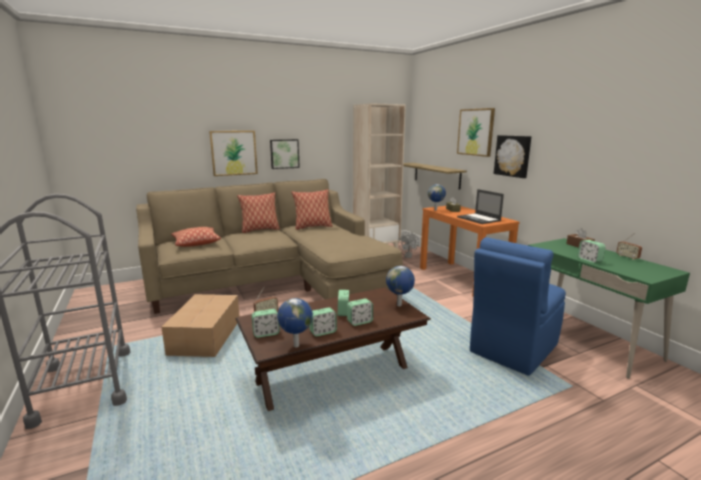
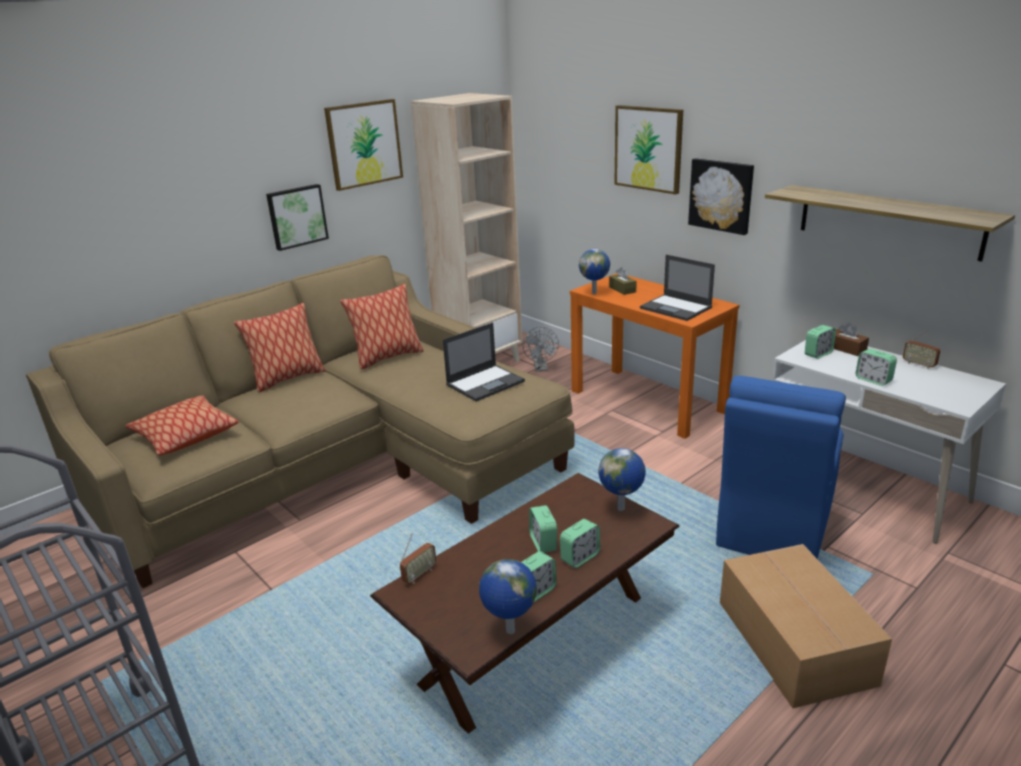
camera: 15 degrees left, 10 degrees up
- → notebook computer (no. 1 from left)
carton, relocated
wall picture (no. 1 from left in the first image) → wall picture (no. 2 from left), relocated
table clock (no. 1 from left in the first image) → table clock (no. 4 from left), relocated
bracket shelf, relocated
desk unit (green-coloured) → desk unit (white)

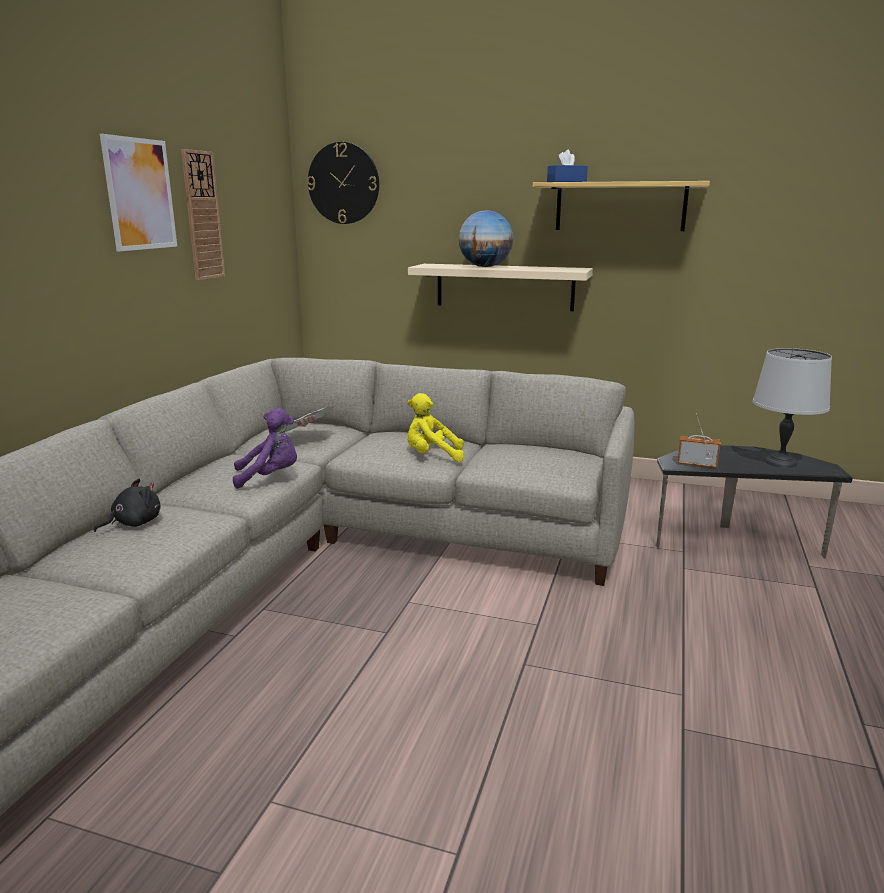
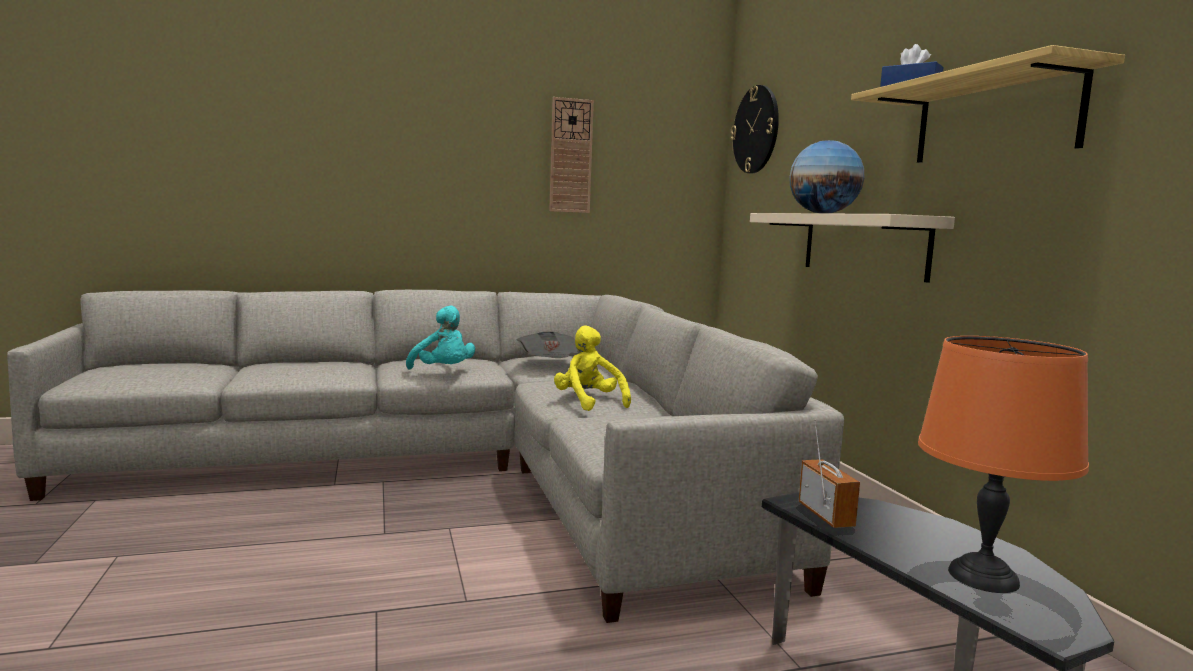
camera: 55 degrees right, 10 degrees down
soft toy (black-coloured) → -
wall picture → -
soft toy (purple) → soft toy (turquoise)
tabletop lamp (grey) → tabletop lamp (orange-coloured)

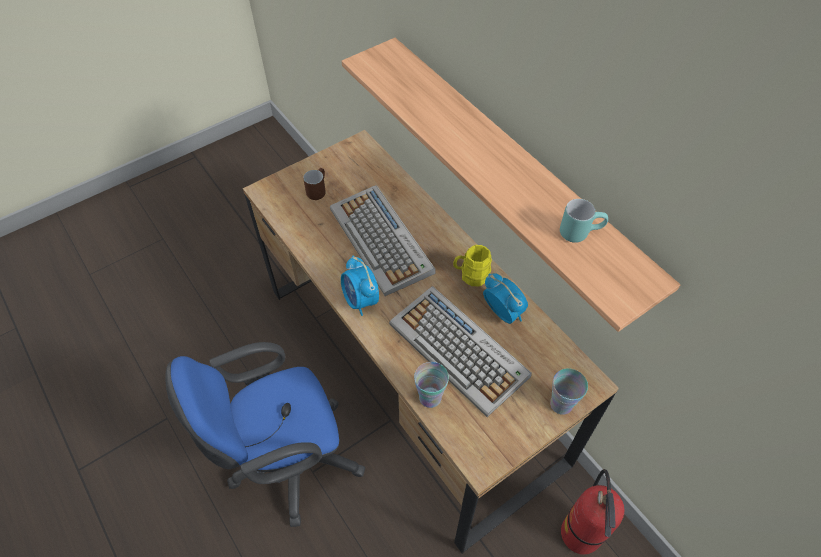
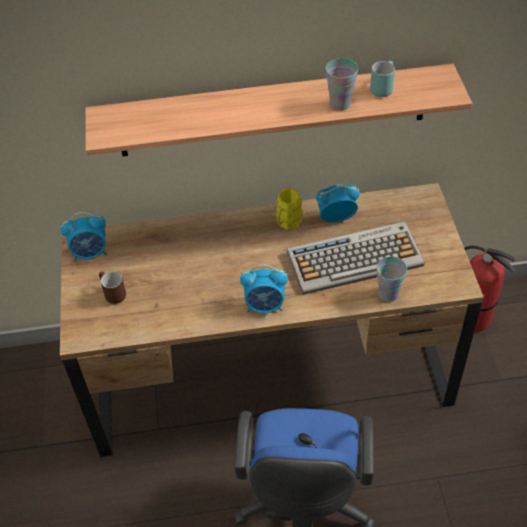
camera: 60 degrees left, 5 degrees down
computer keyboard (no. 1 from left) → -
- → table clock (no. 1 from left)
small cup (no. 2 from left in the first image) → small cup (no. 1 from left), relocated

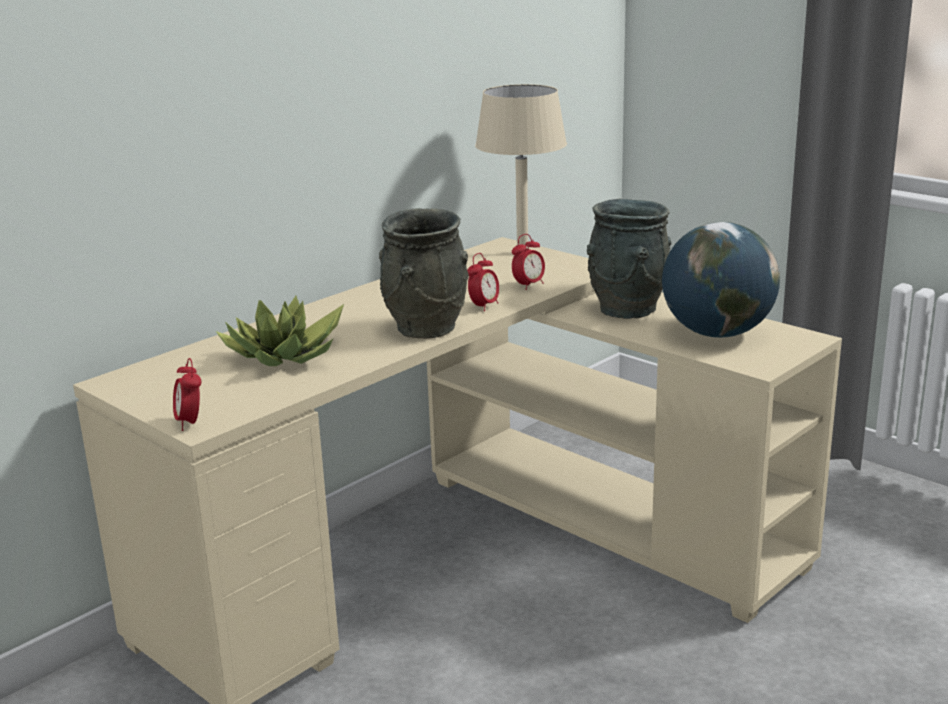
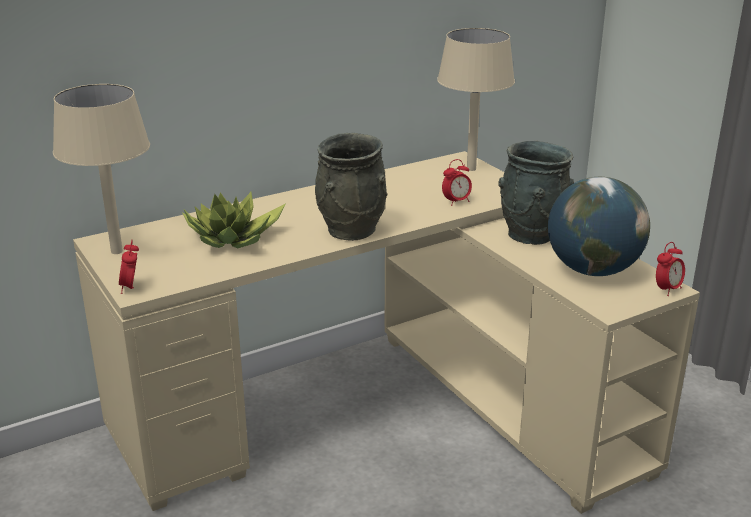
camera: 15 degrees right, 5 degrees up
- → tabletop lamp (sand-coloured) (no. 1 from left)
table clock (no. 2 from left in the first image) → table clock (no. 3 from left), relocated

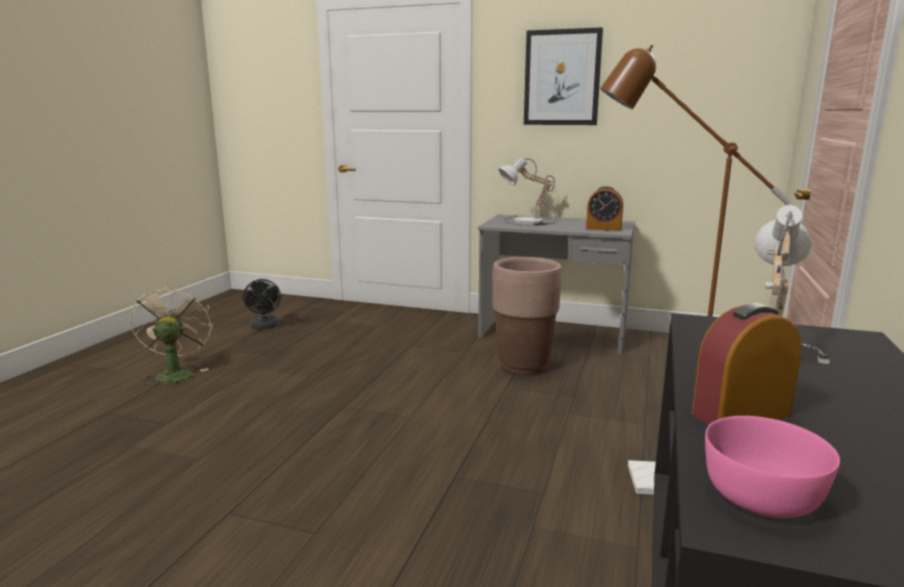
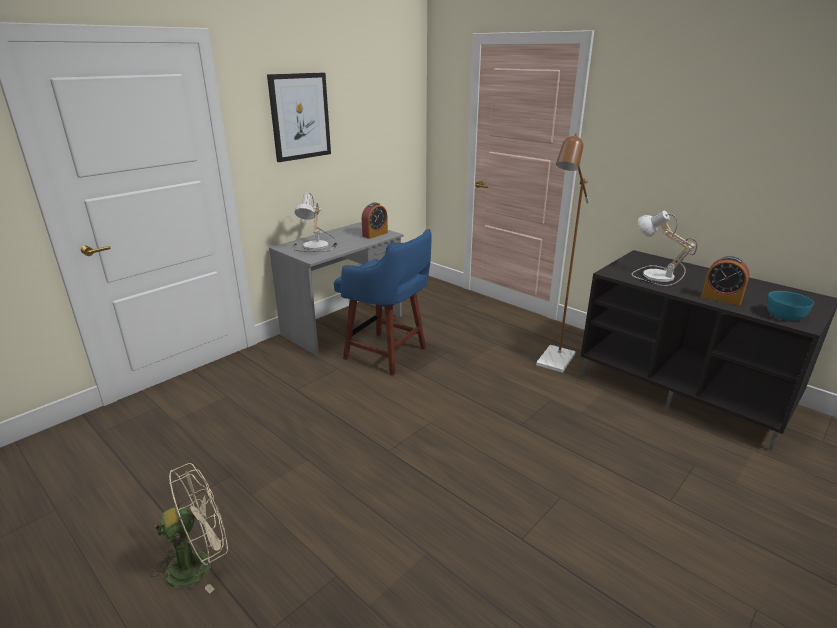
camera: 65 degrees left, 10 degrees up
electric fan (black-coloured) → -
planter (brownish) → stool (blue)
deep dish (pink-coloured) → deep dish (turquoise)
electric fan (sand-coloured), 135 degrees clockwise
table clock (no. 2 from left), 60 degrees counterclockwise

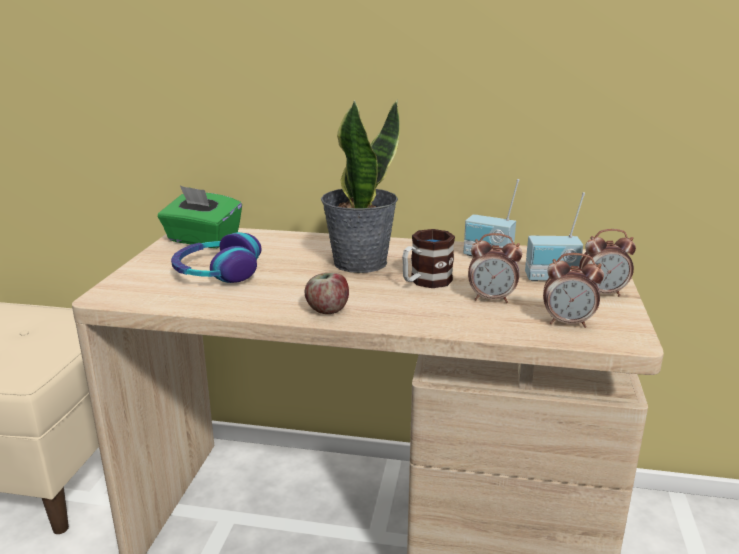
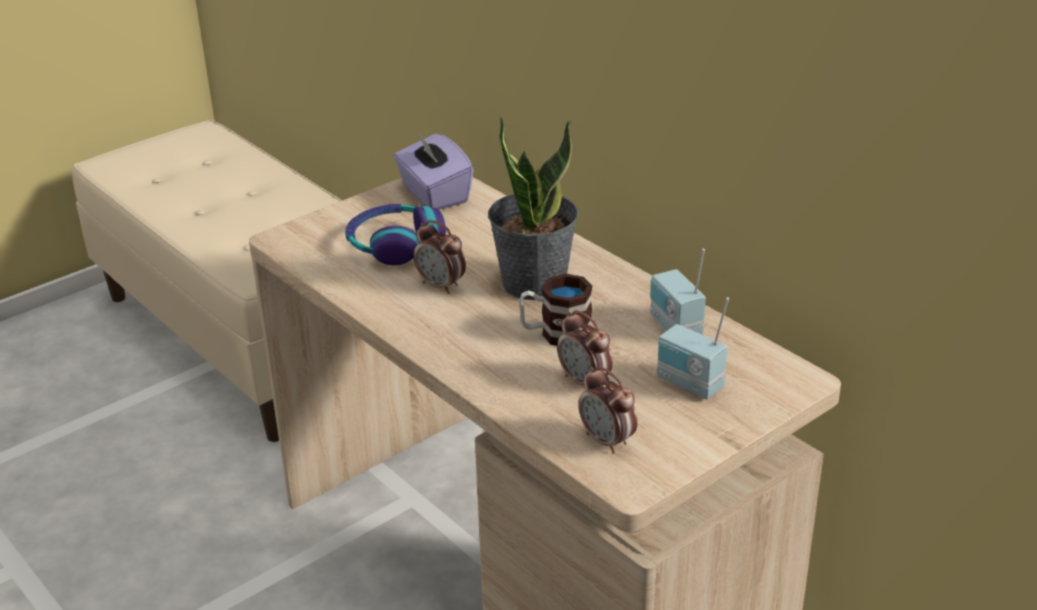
camera: 40 degrees right, 10 degrees up
apple → -
table clock (no. 3 from left in the first image) → table clock (no. 1 from left), relocated
tissue holder (green-coloured) → tissue holder (purple)

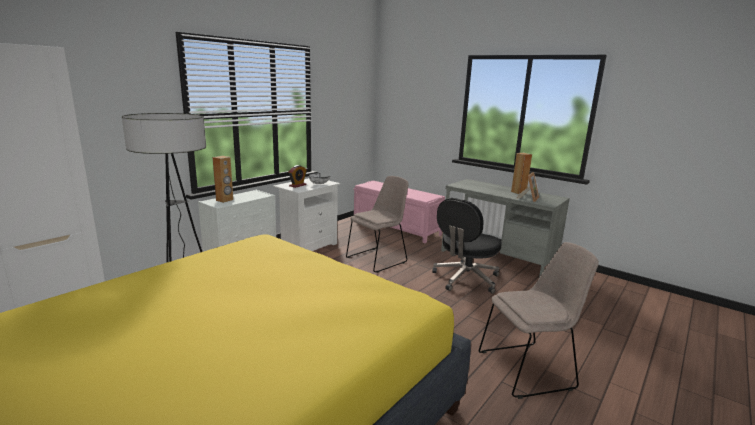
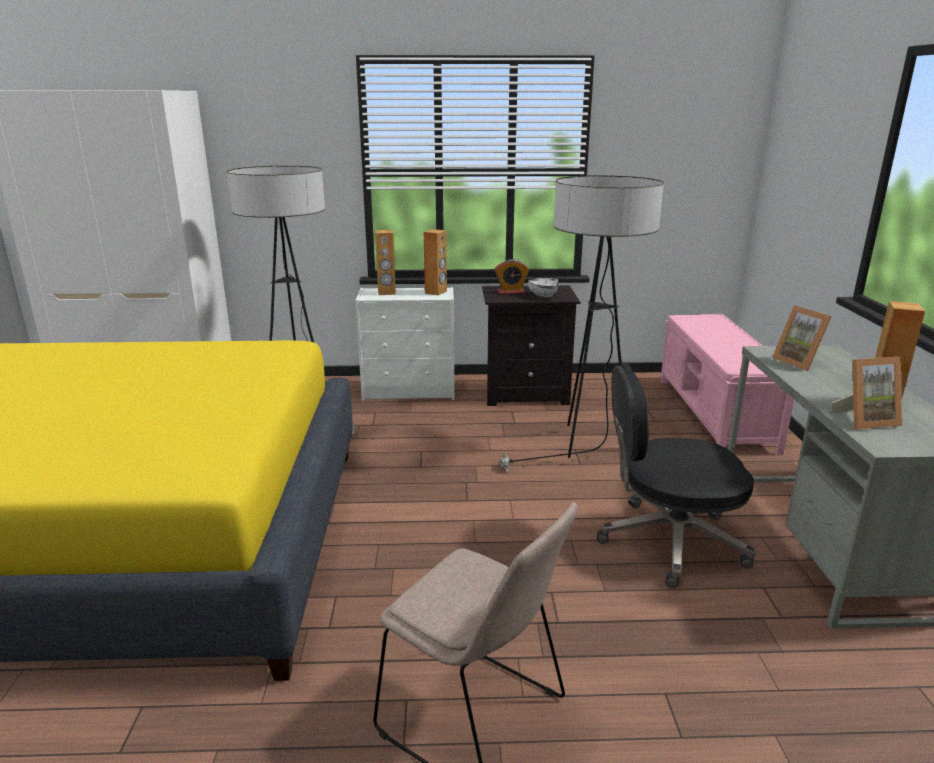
camera: 50 degrees right, 5 degrees up
- → speaker (brownish) (no. 2 from left)
- → standing frame (no. 1 from left)
upright chair (sand-coloured) (no. 1 from left) → standard lamp (no. 2 from left)
nightstand (white) → nightstand (black-coloured)

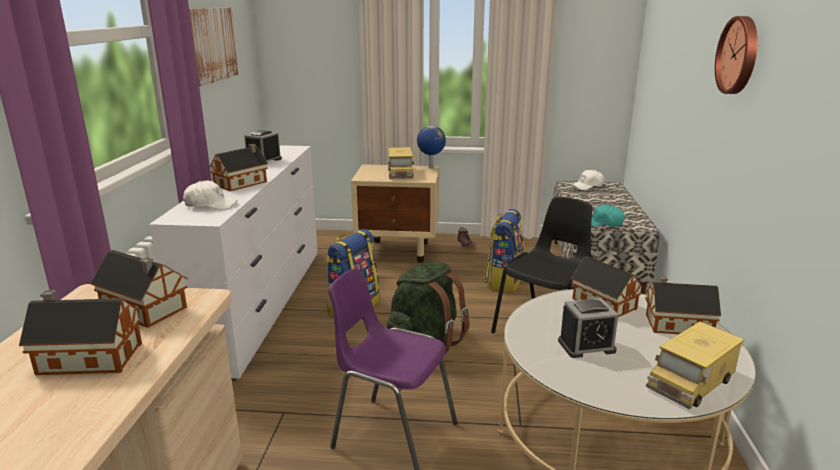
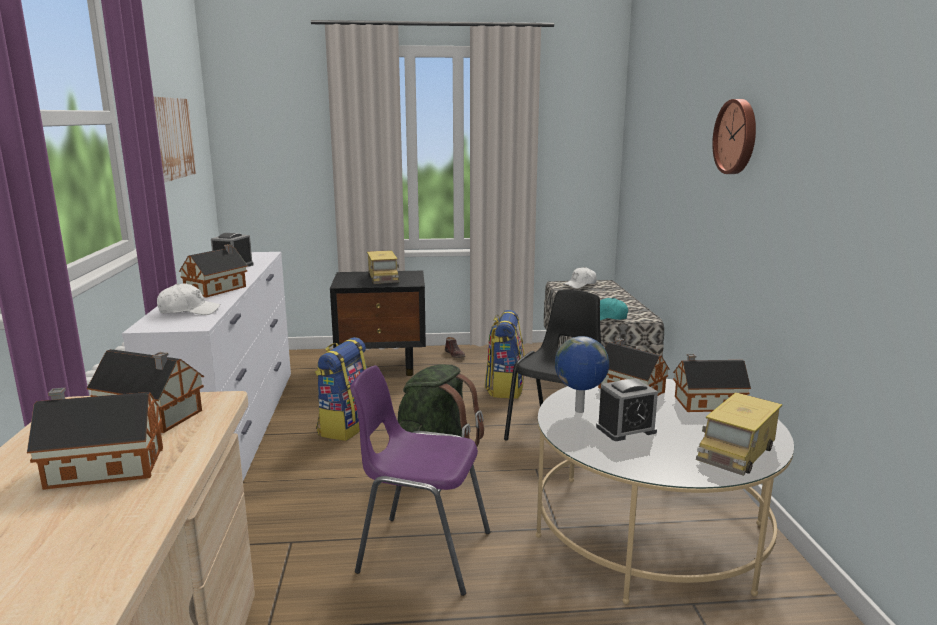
camera: 10 degrees left, 5 degrees down
globe, relocated
nightstand (sand-coloured) → nightstand (black-coloured)

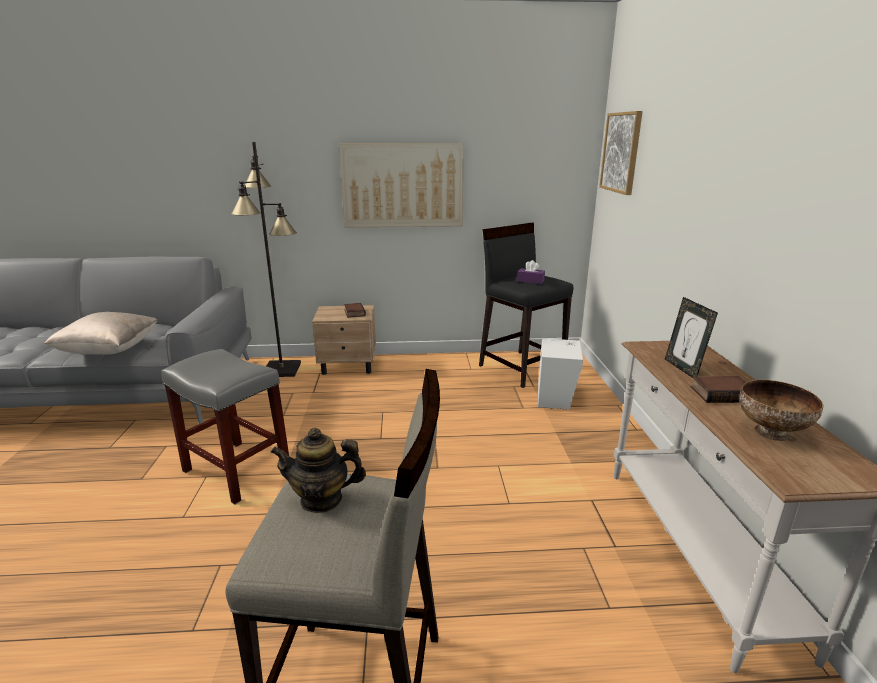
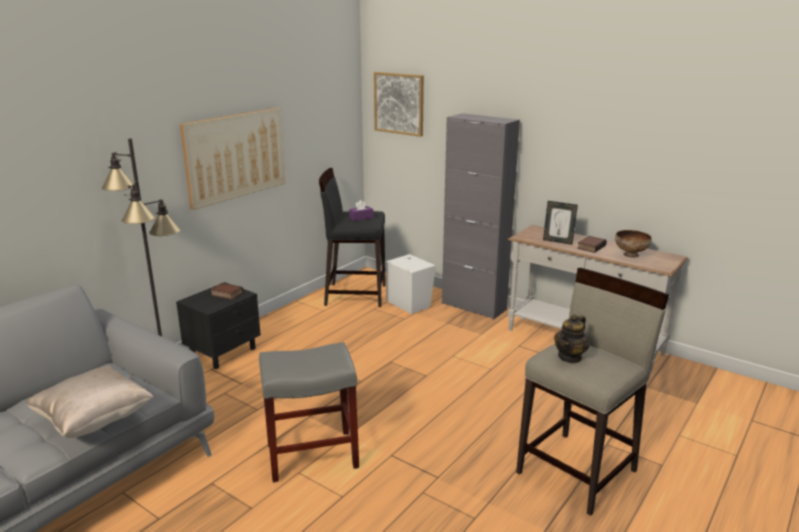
camera: 50 degrees left, 0 degrees up
- → cupboard (grey)
nightstand (sand-coloured) → nightstand (black-coloured)

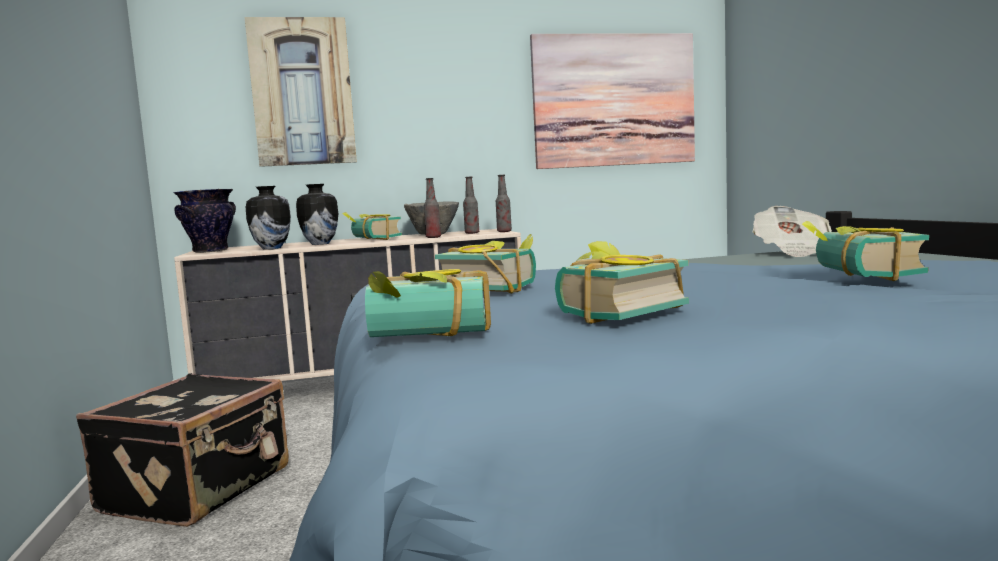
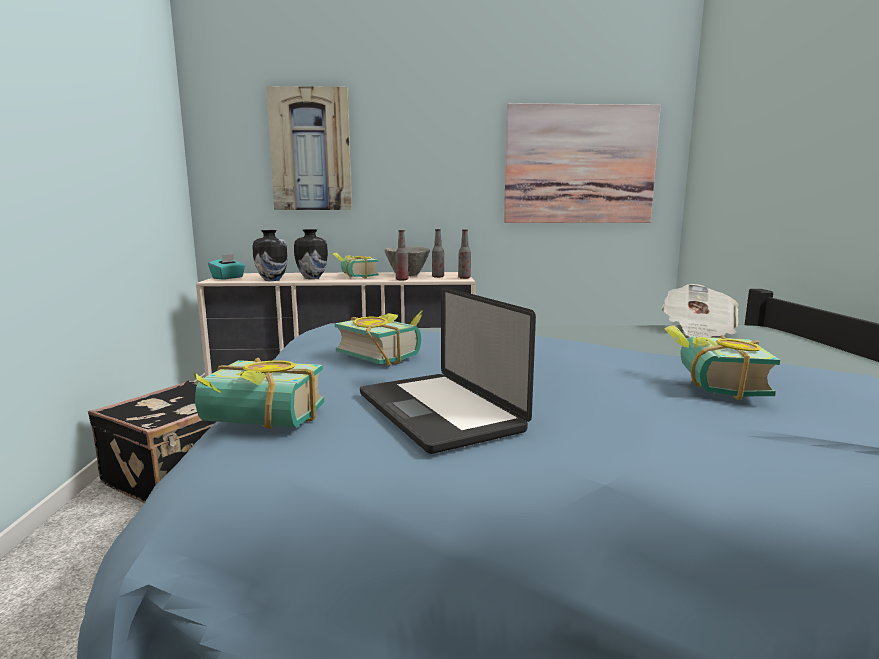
camera: 10 degrees right, 5 degrees up
vase (no. 1 from left) → tissue holder (turquoise)
book (no. 4 from left) → notebook computer

